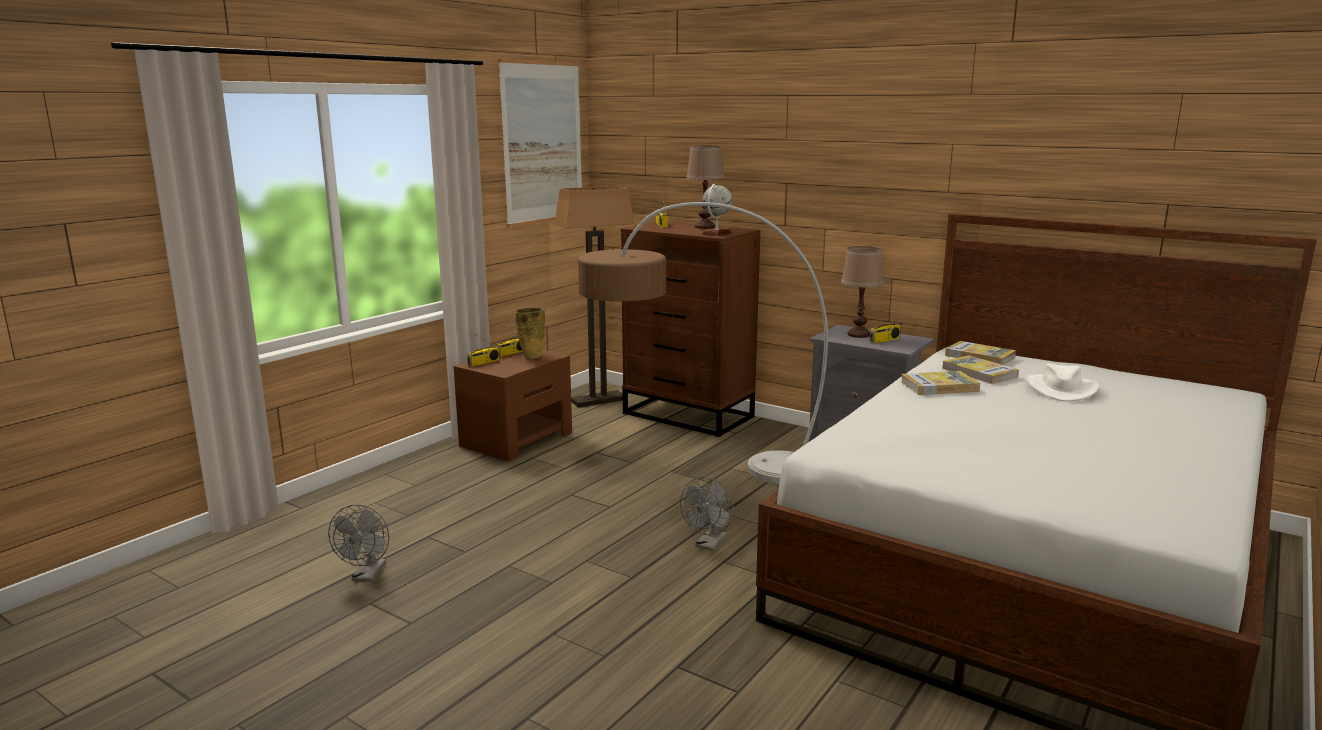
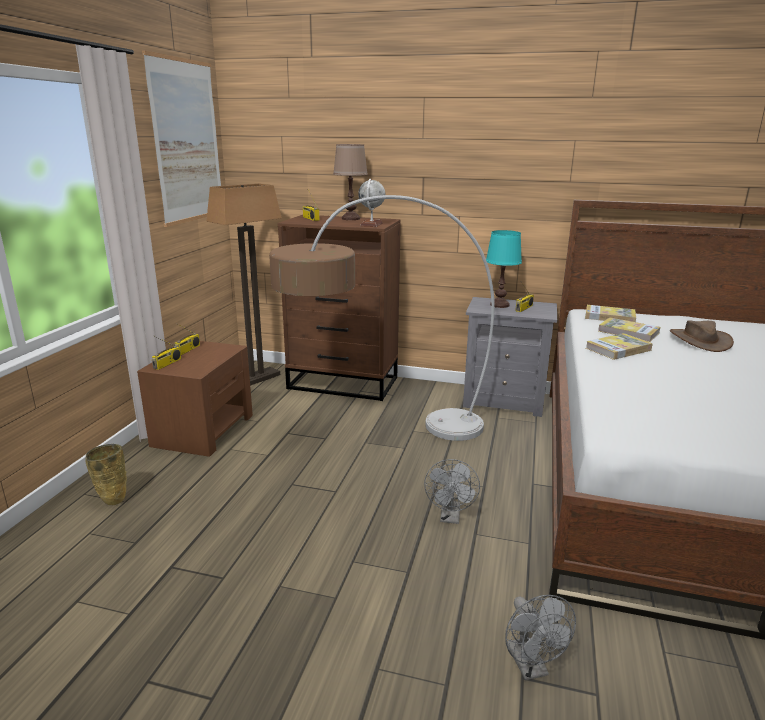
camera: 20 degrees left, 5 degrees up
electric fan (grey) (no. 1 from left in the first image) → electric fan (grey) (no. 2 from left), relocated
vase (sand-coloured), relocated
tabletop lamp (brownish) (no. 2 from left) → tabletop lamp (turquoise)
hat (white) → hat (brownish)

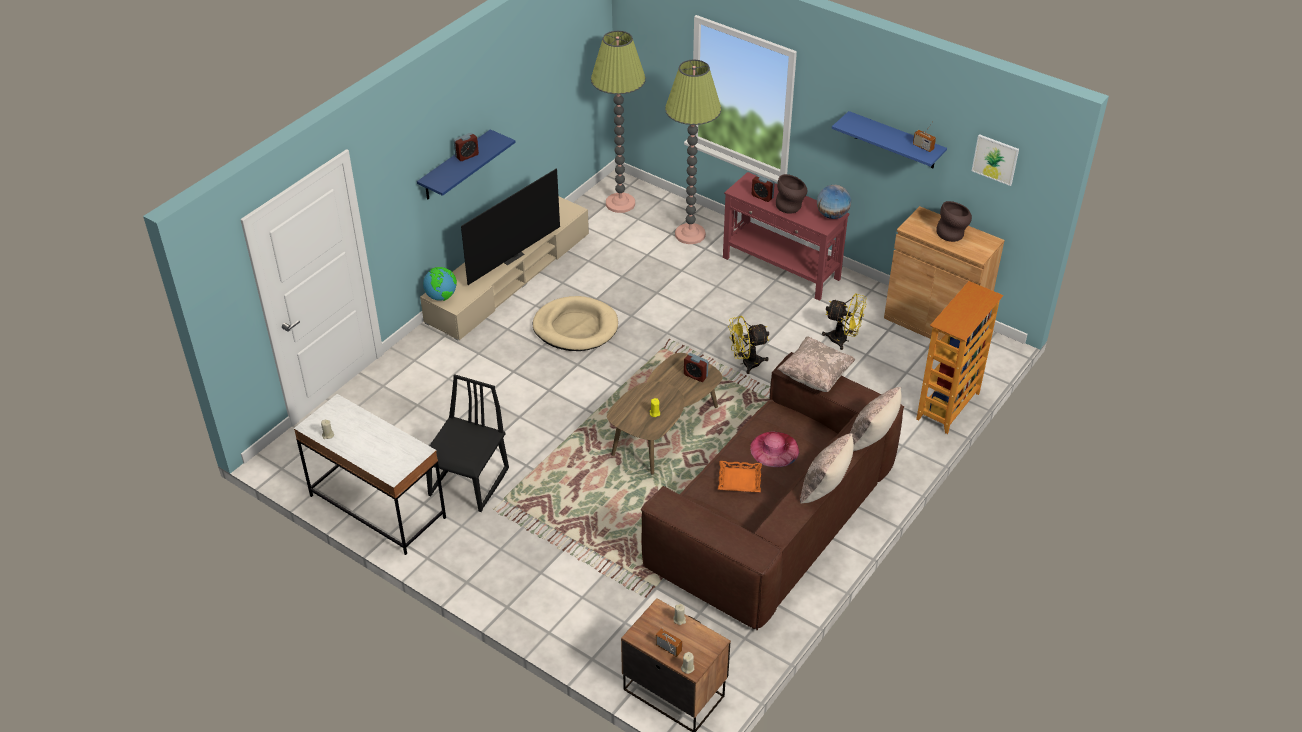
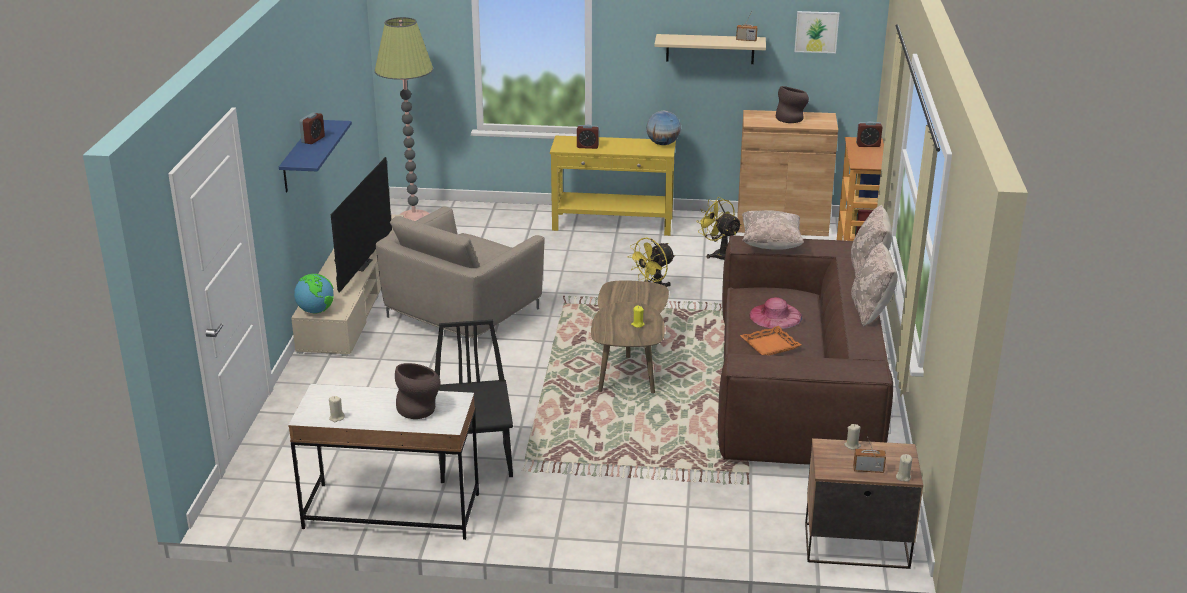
camera: 30 degrees left, 15 degrees down
standard lamp (no. 2 from left) → -
table clock (no. 2 from left in the first image) → table clock (no. 3 from left), relocated
vase (brownish) (no. 1 from left), relocated
dog cushion (sand-coloured) → lounge chair (sand-coloured)
console table (red-coloured) → console table (yellowish)
bracket shelf (blue) (no. 2 from left) → bracket shelf (sand-coloured)
electric fan (yellowish) (no. 2 from left), 120 degrees counterclockwise

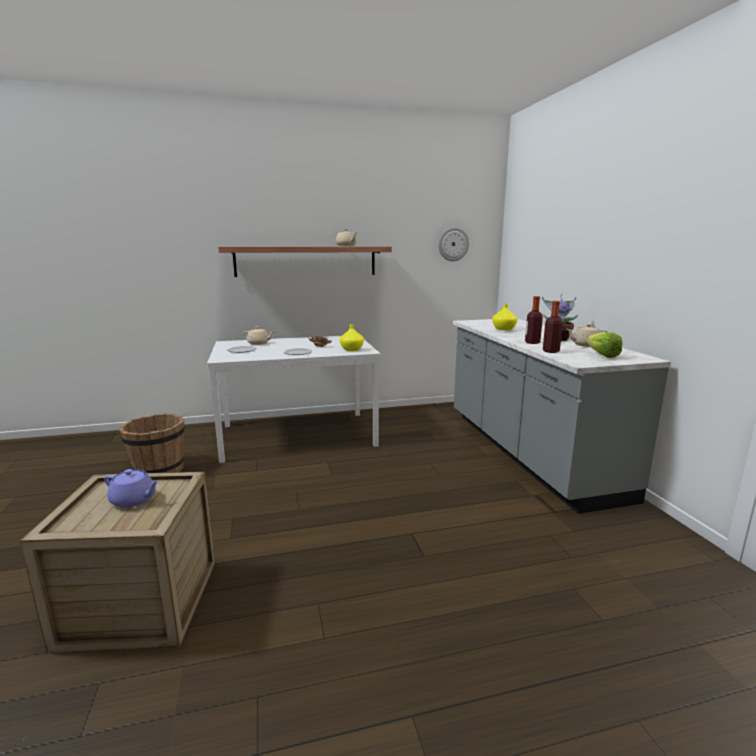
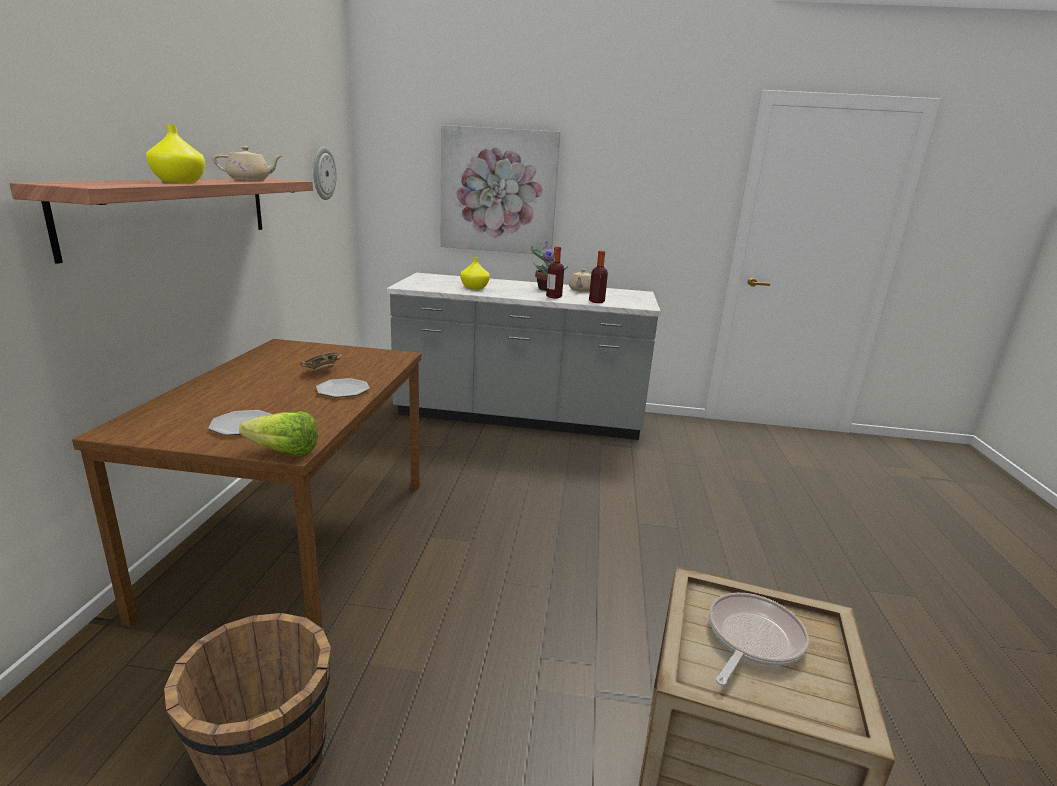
camera: 70 degrees left, 5 degrees up
tea pot (sand-coloured) (no. 1 from left) → -
- → wall picture
vase (yellowish) (no. 1 from left), relocated
lettuce head, relocated
tea pot (purple) → skillet
dining table (white) → dining table (brownish)

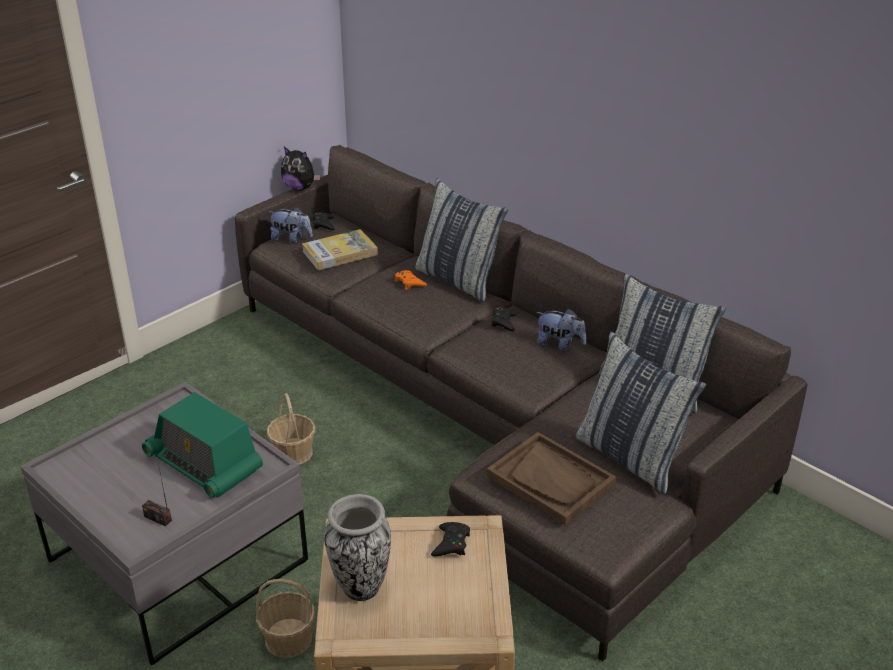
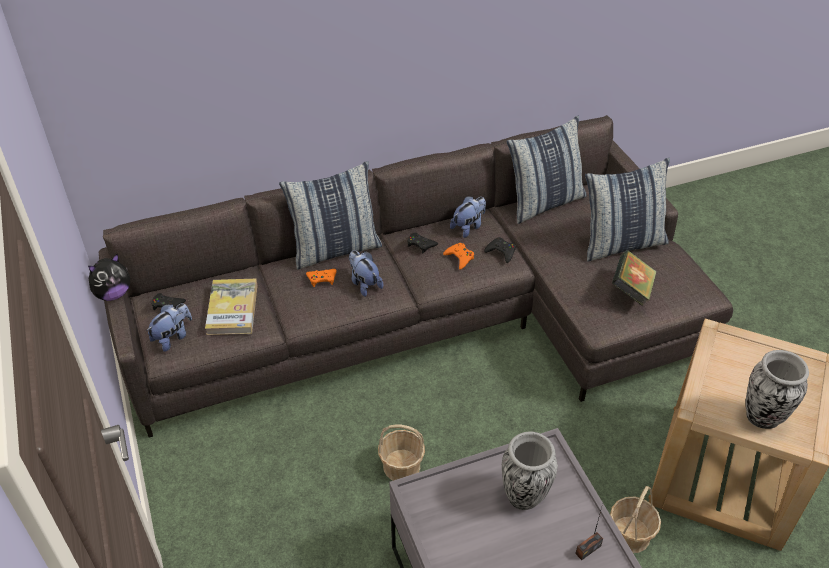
camera: 65 degrees left, 10 degrees up
- → soft toy (no. 3 from left)
- → gamepad (orange-coloured) (no. 2 from left)
gamepad (black-coloured) (no. 2 from left in the first image) → gamepad (black-coloured) (no. 3 from left), relocated
radio set (no. 2 from left) → vase (no. 1 from left)
tray (brownish) → book (no. 2 from left)

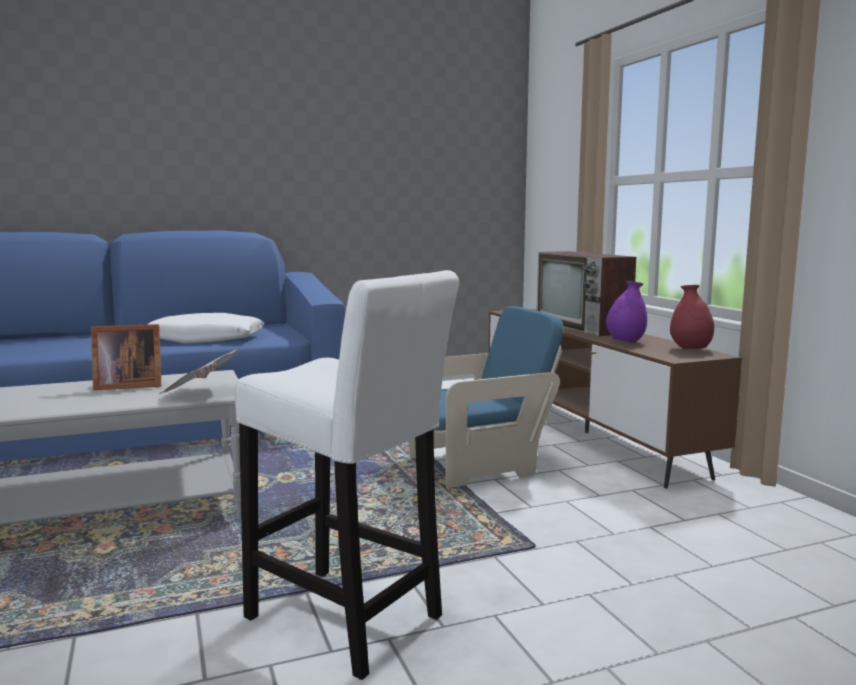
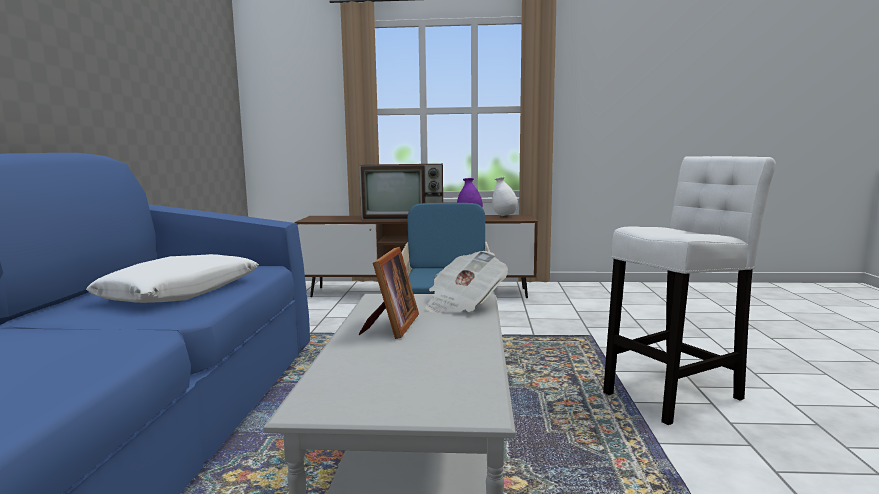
camera: 65 degrees left, 0 degrees up
vase (red-coloured) → vase (white)

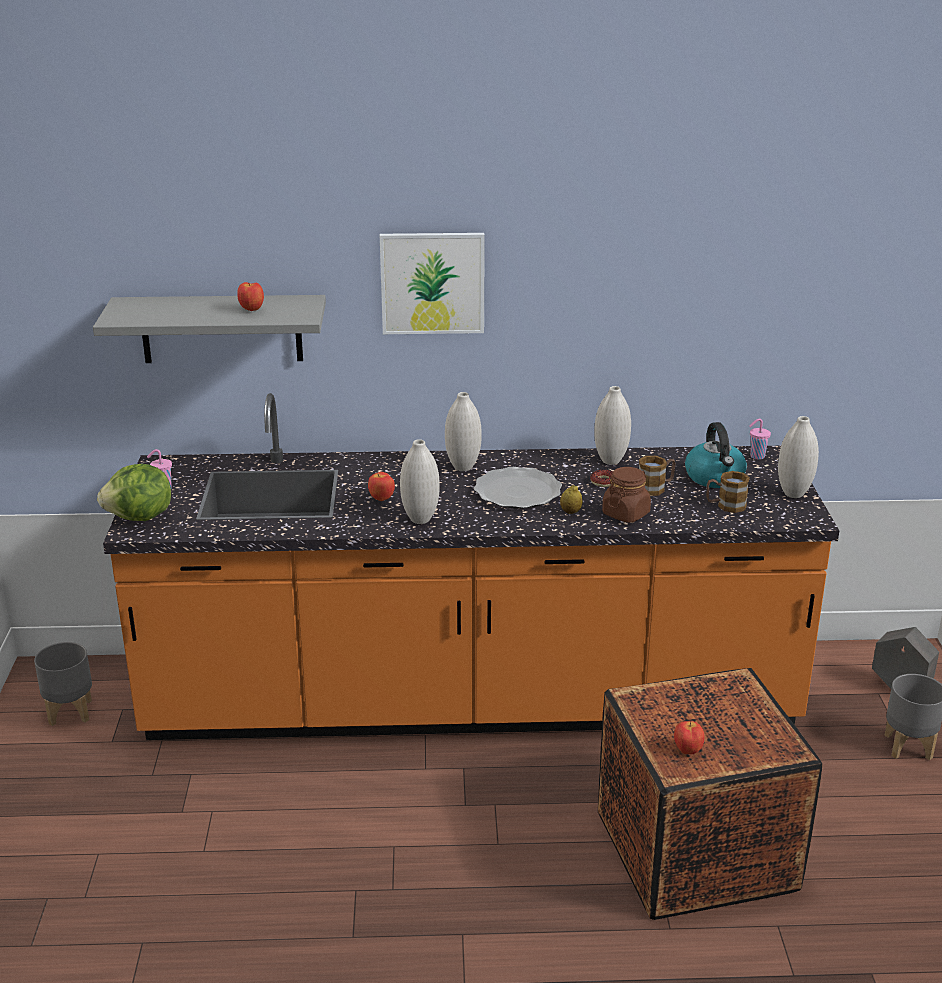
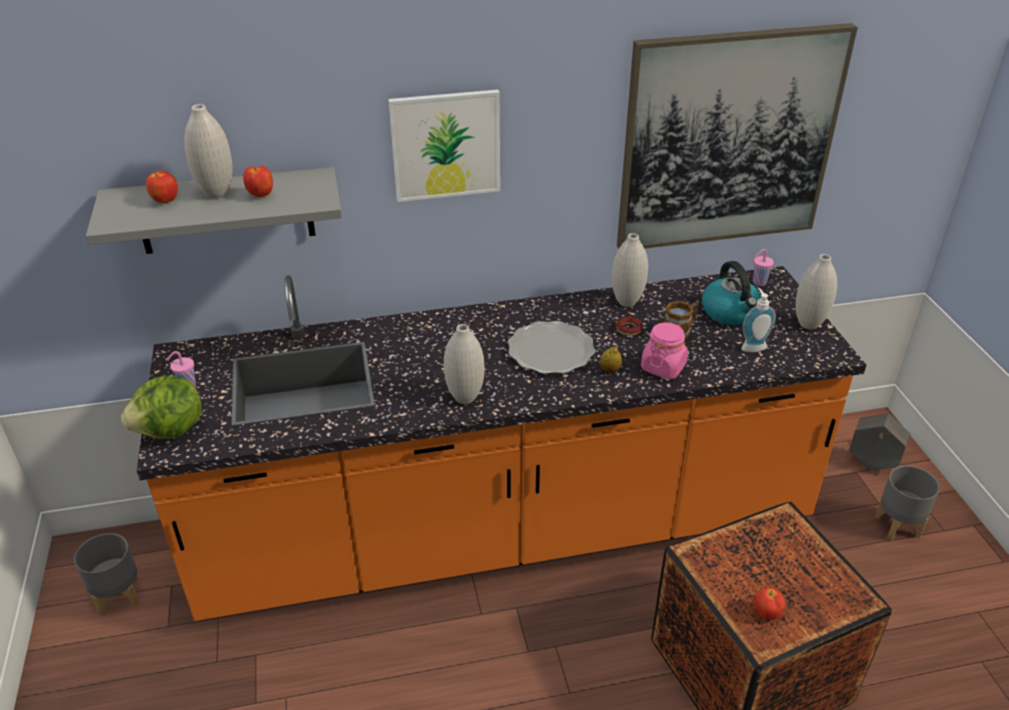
camera: 10 degrees left, 10 degrees up
- → wall picture (no. 2 from left)
apple (no. 2 from left in the first image) → apple (no. 1 from left), relocated
vase (white) (no. 2 from left in the first image) → vase (white) (no. 1 from left), relocated
tea mug (no. 2 from left) → soap bottle
preserve jar (brownish) → preserve jar (pink-coloured)

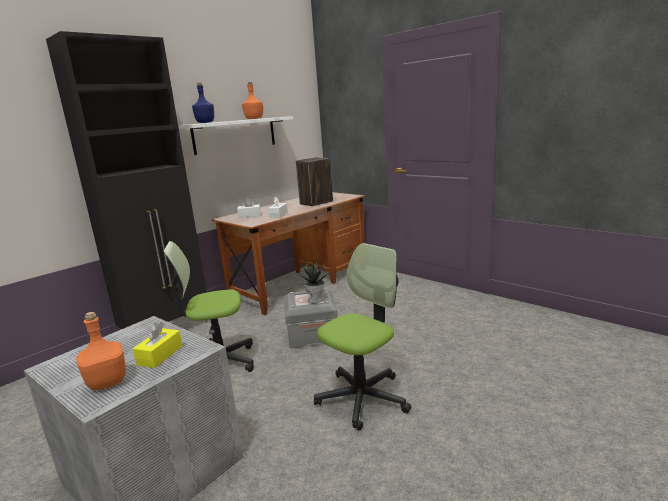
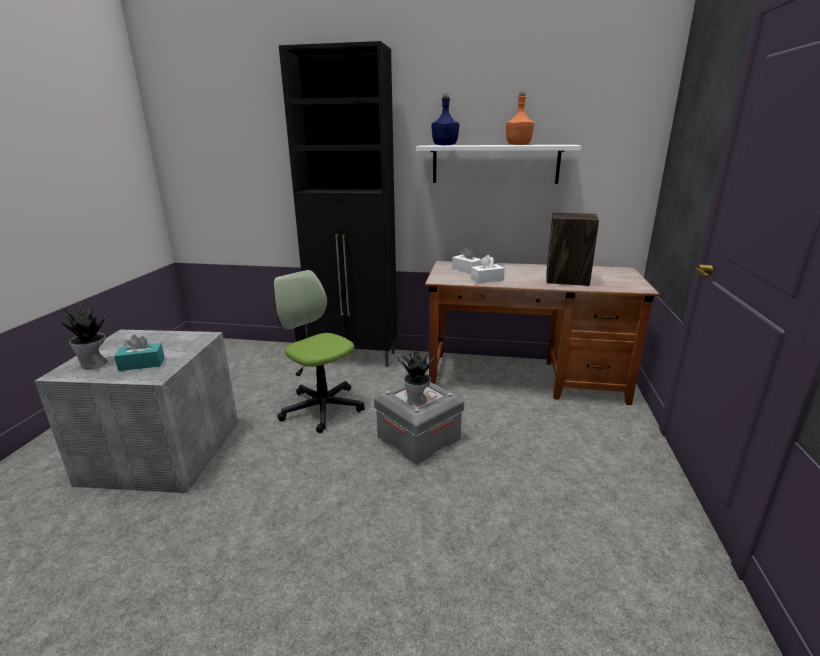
camera: 55 degrees right, 5 degrees up
office chair (no. 2 from left) → -
bottle (orange-coloured) (no. 1 from left) → potted plant (no. 1 from left)
tissue holder (yellowish) → tissue holder (turquoise)

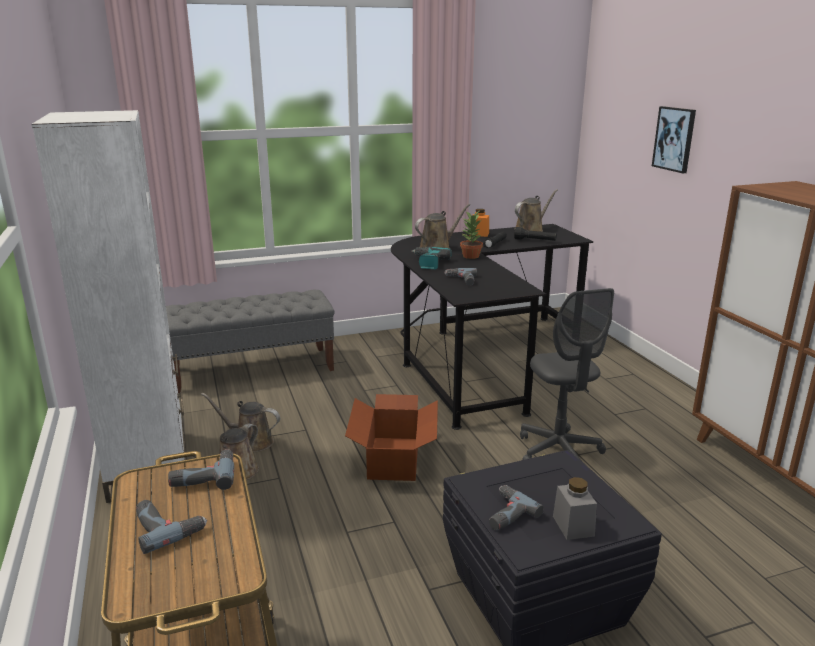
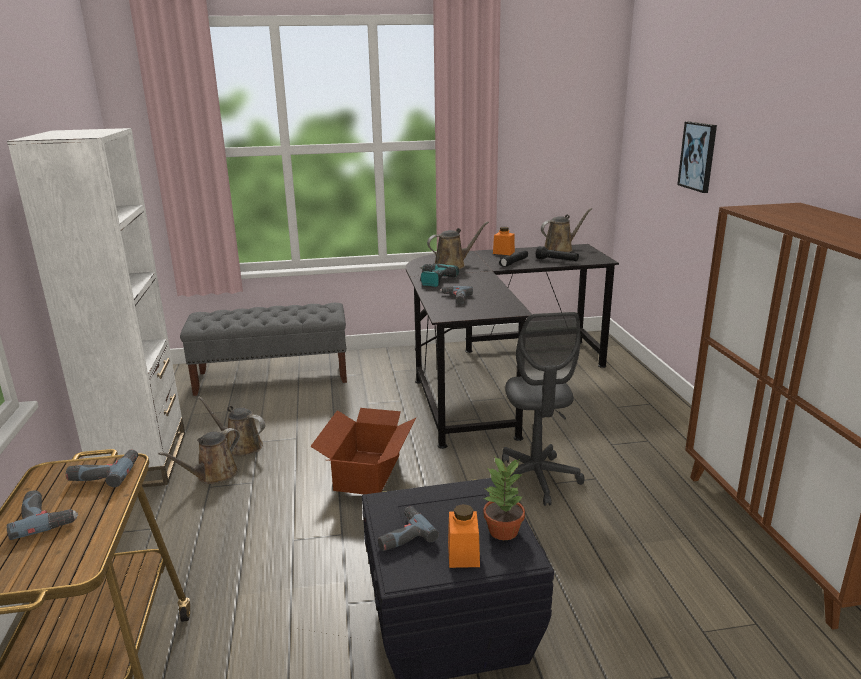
camera: 10 degrees right, 0 degrees up
potted plant, relocated
preserve jar (grey) → preserve jar (orange-coloured) (no. 1 from left)

